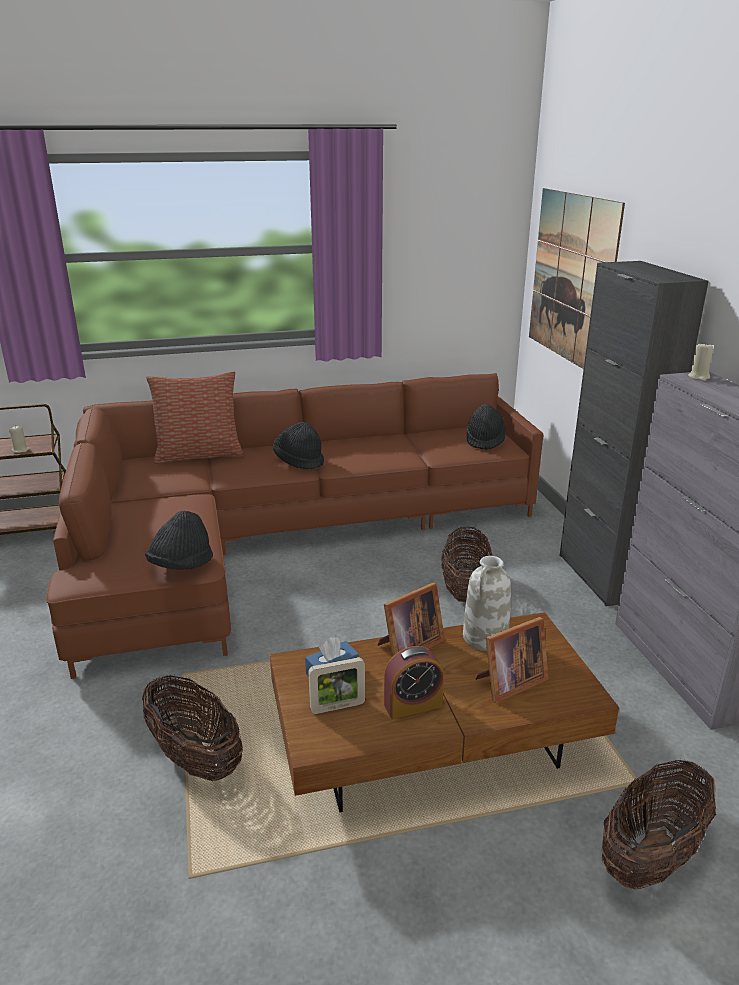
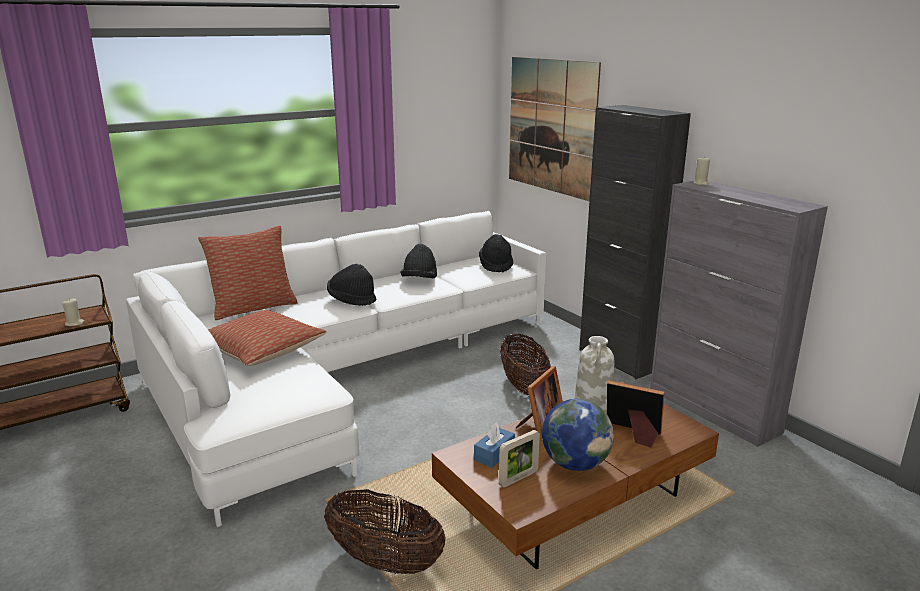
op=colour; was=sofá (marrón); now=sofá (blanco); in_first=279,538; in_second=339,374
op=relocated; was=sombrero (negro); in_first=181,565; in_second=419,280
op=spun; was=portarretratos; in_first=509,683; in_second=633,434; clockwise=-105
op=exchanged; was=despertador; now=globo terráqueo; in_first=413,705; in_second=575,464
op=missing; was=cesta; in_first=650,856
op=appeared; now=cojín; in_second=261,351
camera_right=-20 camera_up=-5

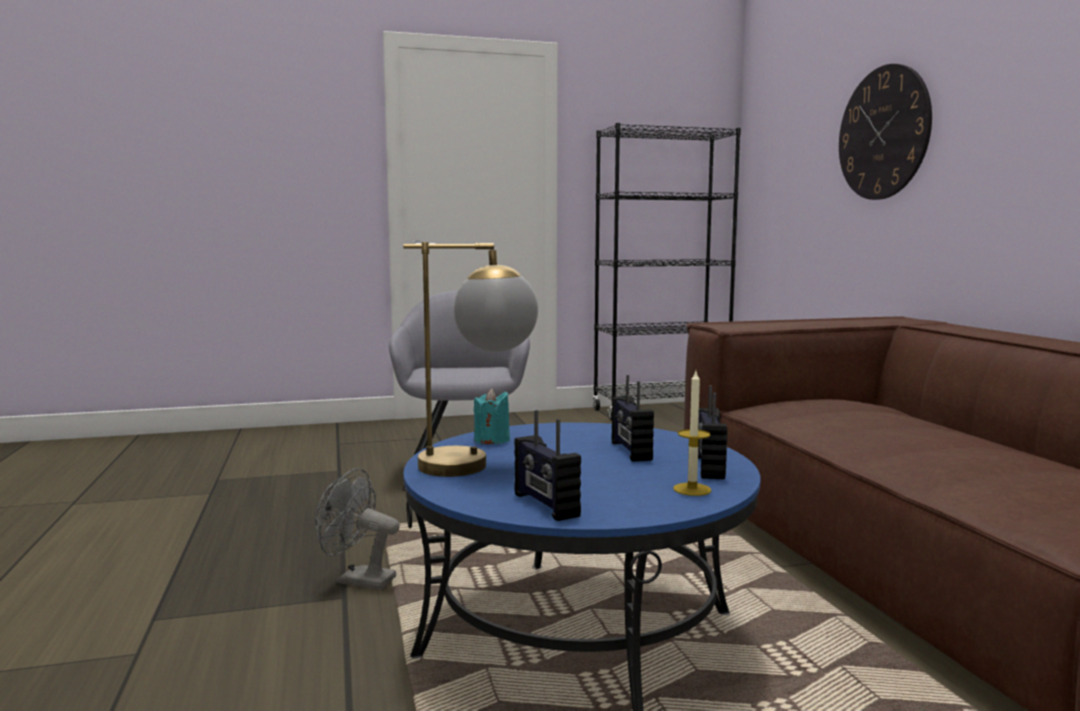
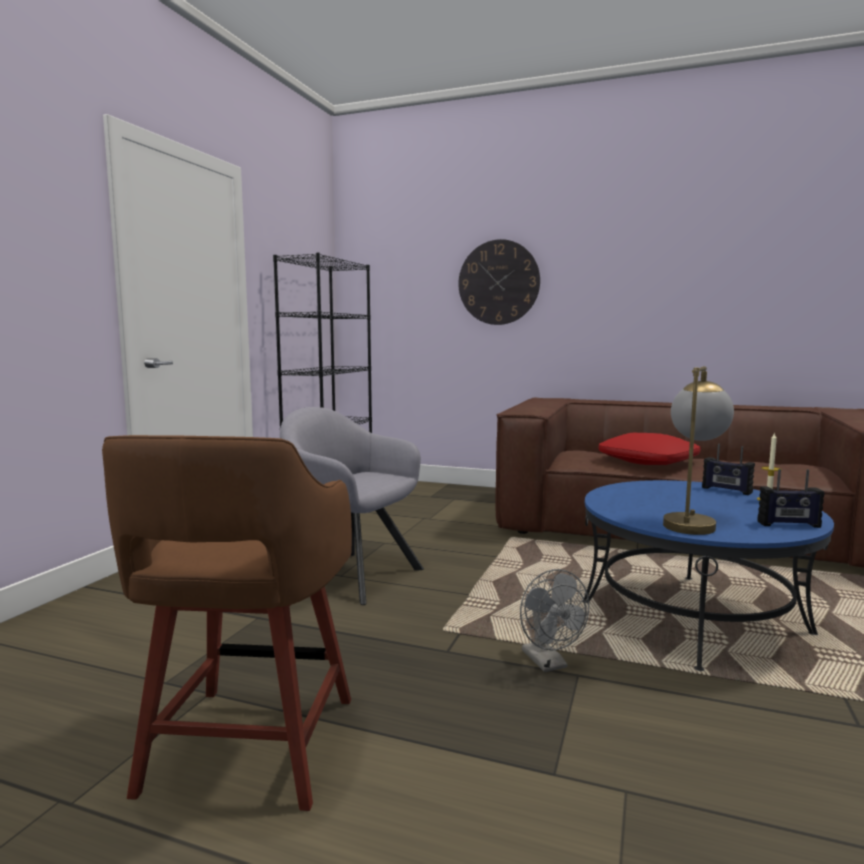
op=missing; was=radio; in_first=630,451
op=missing; was=vela (turquesa); in_first=492,440
op=spun; was=ventilador (gris); in_first=357,580; in_second=549,663; clockwise=-75
op=appeared; now=cojín (rojo); in_second=648,461
op=appeared; now=taburete (marrón); in_second=247,749
camera_right=-55 camera_up=0

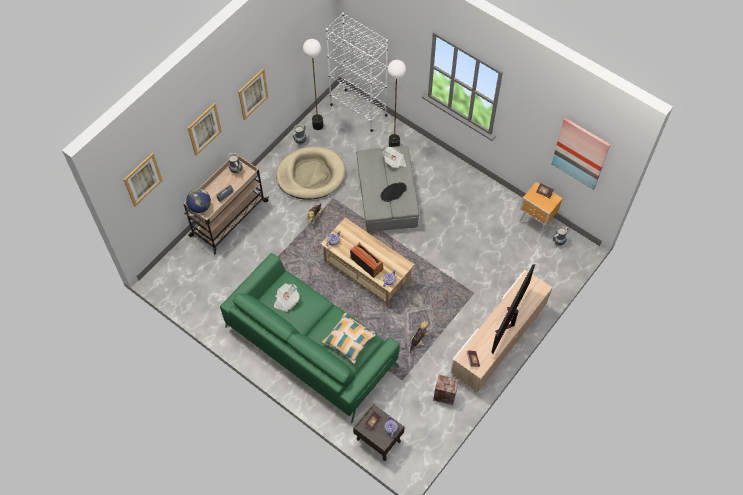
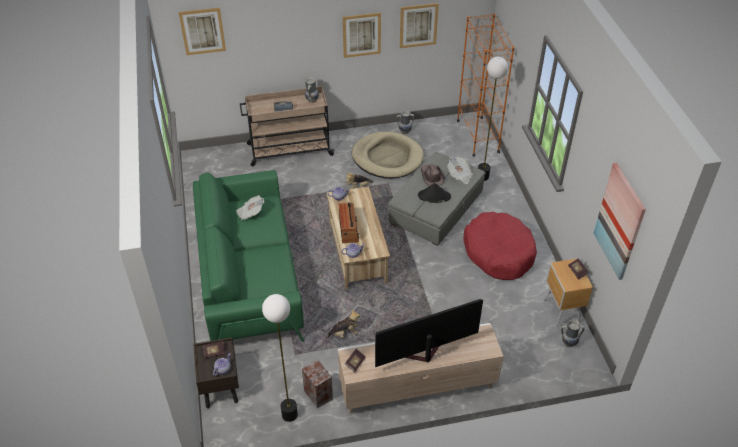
op=colour; was=estantería (blanco); now=estantería (naranja); in_first=358,110; in_second=477,136
op=relocated; was=lámpara de pie; in_first=318,125; in_second=289,415
op=relocated; was=cuadro; in_first=204,129; in_second=418,25
op=missing; was=globo terráqueo; in_first=200,207
op=missing; was=cojín; in_first=349,340
op=appeared; now=sombrero (marrón); in_second=431,176
op=appeared; now=cama para perro (rojo); in_second=498,252
camera_right=40 camera_up=-15

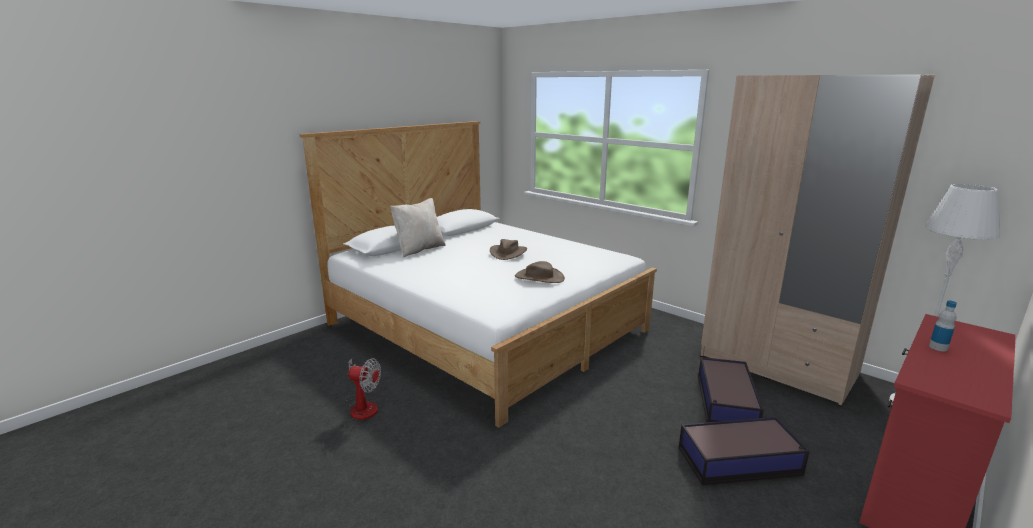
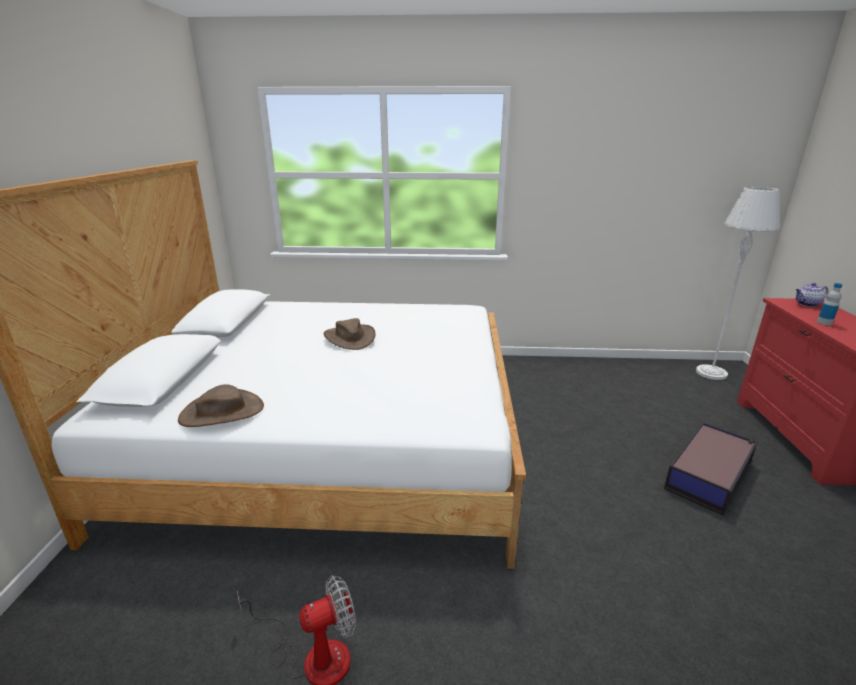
op=missing; was=armario ropero (beis); in_first=777,365
op=missing; was=cojín (beis); in_first=419,249
op=relocated; was=sombrero (marrón); in_first=539,277; in_second=222,412
op=missing; was=caja de almacenaje; in_first=725,402
op=appeared; now=tetera; in_second=807,304
camera_right=-40 camera_up=5

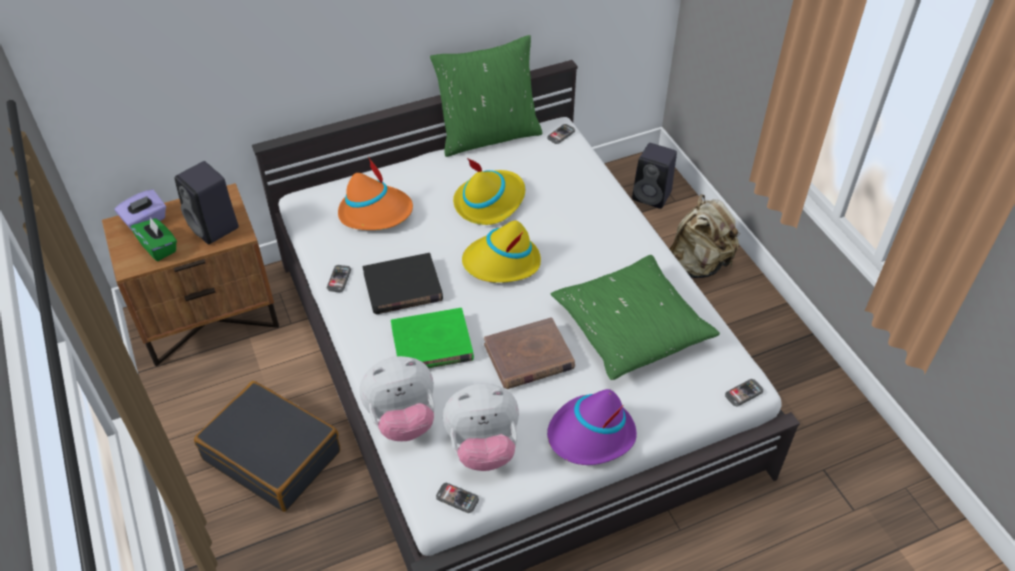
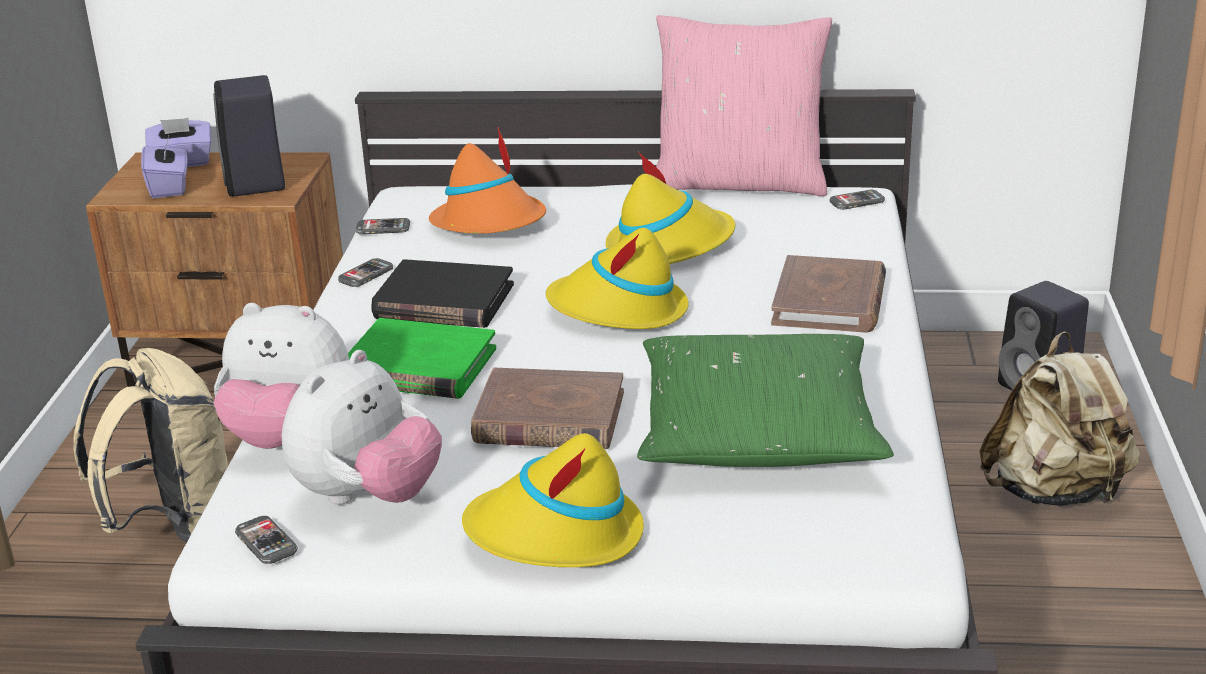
op=colour; was=cojín (verde); now=cojín (rosa); in_first=488,135; in_second=740,182
op=colour; was=caja de pañuelos (verde); now=caja de pañuelos (morado); in_first=159,247; in_second=169,187
op=relocated; was=móvil; in_first=743,393; in_second=383,228
op=exchanged; was=maleta (negro); now=mochila (beis); in_first=273,455; in_second=174,526
op=spun; was=peluche; in_first=483,447; in_second=368,496; clockwise=-75
op=colour; was=sombrero (morado); now=sombrero (amarillo); in_first=591,435; in_second=555,535
op=appeared; now=libro (marrón); in_second=829,301
camera_right=30 camera_up=-20

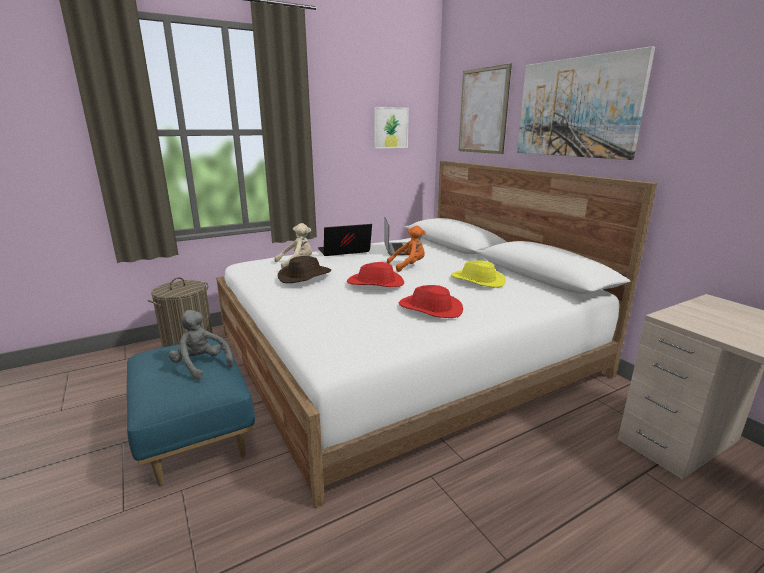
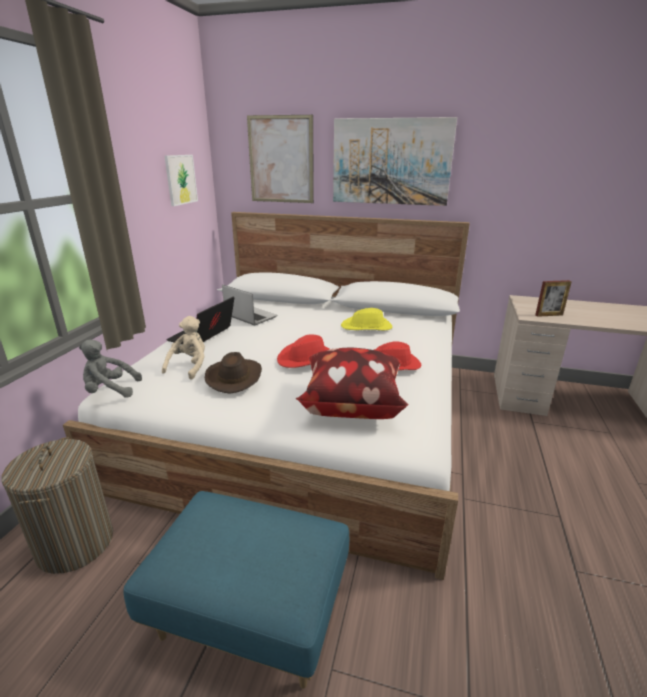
op=missing; was=peluche (naranja); in_first=408,266
op=relocated; was=peluche (gris); in_first=201,366; in_second=110,391
op=appeared; now=portarretratos; in_second=549,315
op=appeared; now=cojín; in_second=351,405
camera_right=-45 camera_up=5

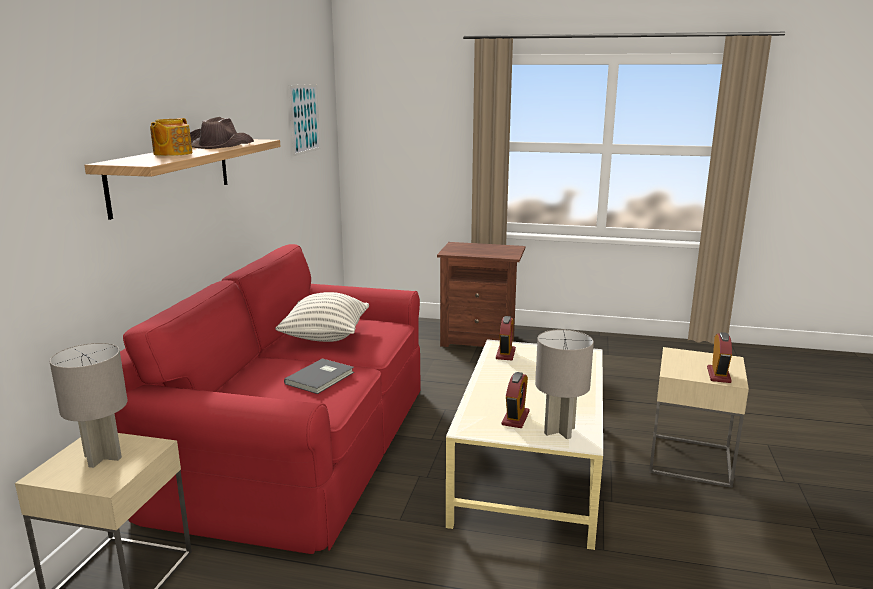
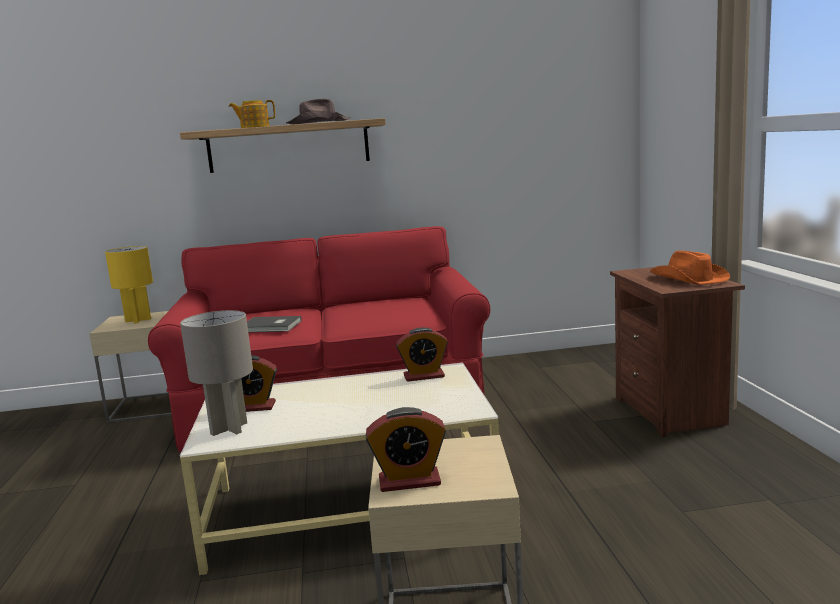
op=missing; was=cuadro; in_first=304,119
op=missing; was=cojín; in_first=325,337
op=colour; was=lámpara de mesa (gris); now=lámpara de mesa (amarillo); in_first=104,457; in_second=138,320
op=appeared; now=sombrero (naranja); in_second=688,279
camera_right=70 camera_up=-5

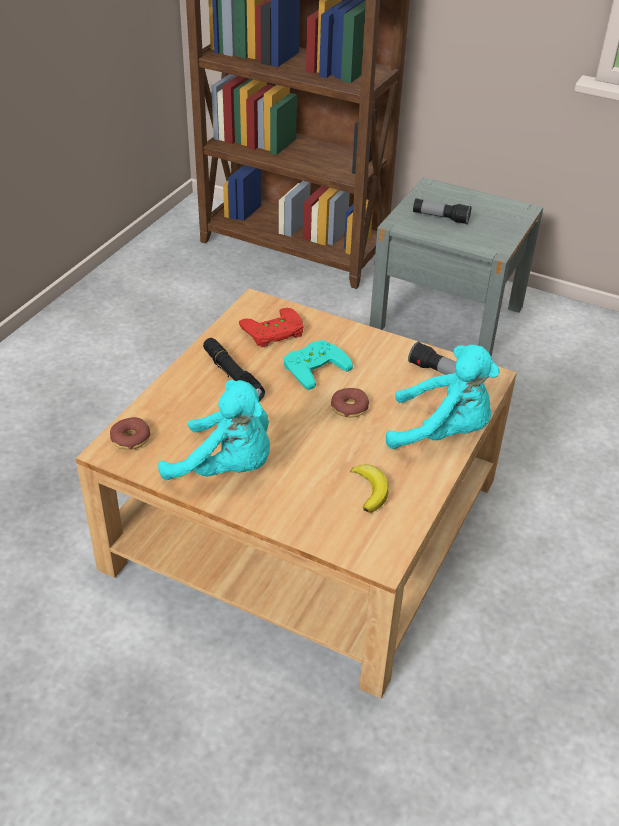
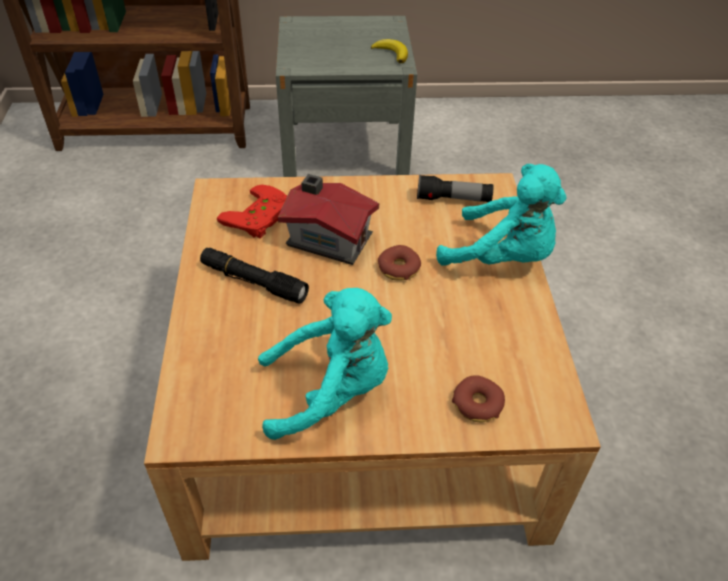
op=missing; was=linterna; in_first=440,218
op=exchanged; was=mando de consola (turquesa); now=casita; in_first=313,366; in_second=328,238
op=spun; was=peluche (turquesa); in_first=442,432; in_second=502,257; clockwise=45
op=relocated; was=rosquilla; in_first=131,439; in_second=477,404
op=relocated; was=plátano; in_first=370,490; in_second=391,53
camera_right=-30 camera_up=5

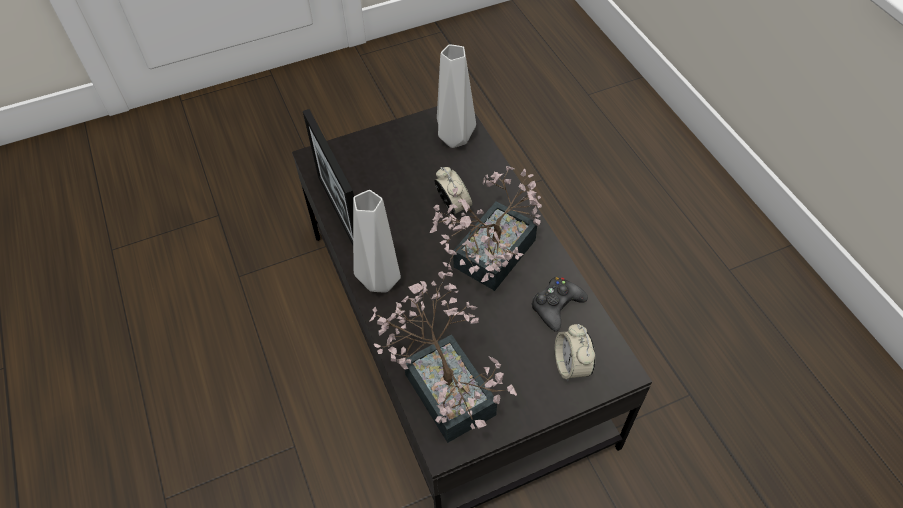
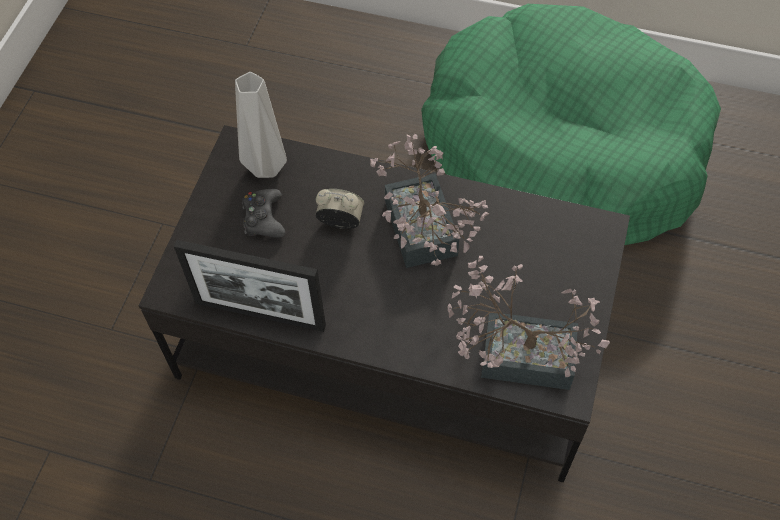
op=missing; was=florero (gris); in_first=381,280
op=relocated; was=mando de consola (negro); in_first=556,306; in_second=263,218
op=missing; was=despertador; in_first=571,365
op=appeared; now=cama para perro (verde); in_second=562,147
camera_right=-50 camera_up=5

